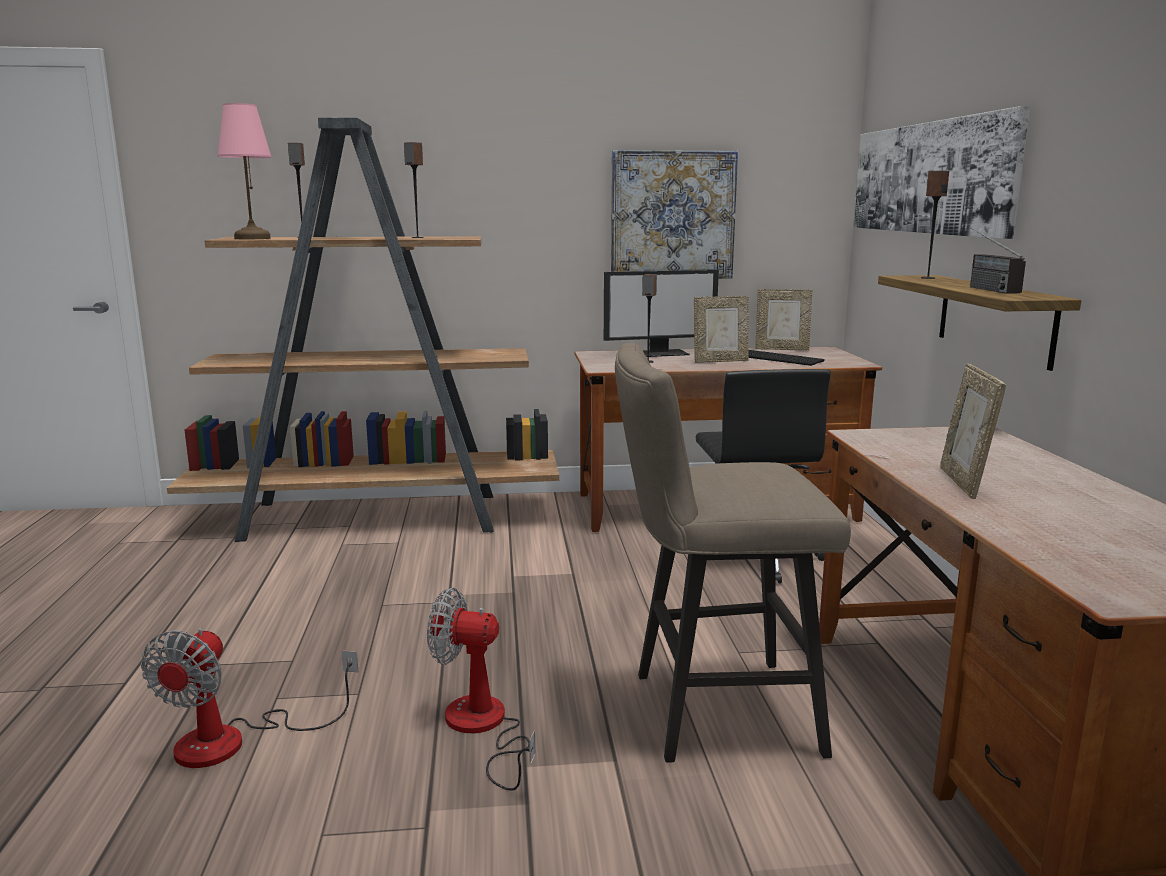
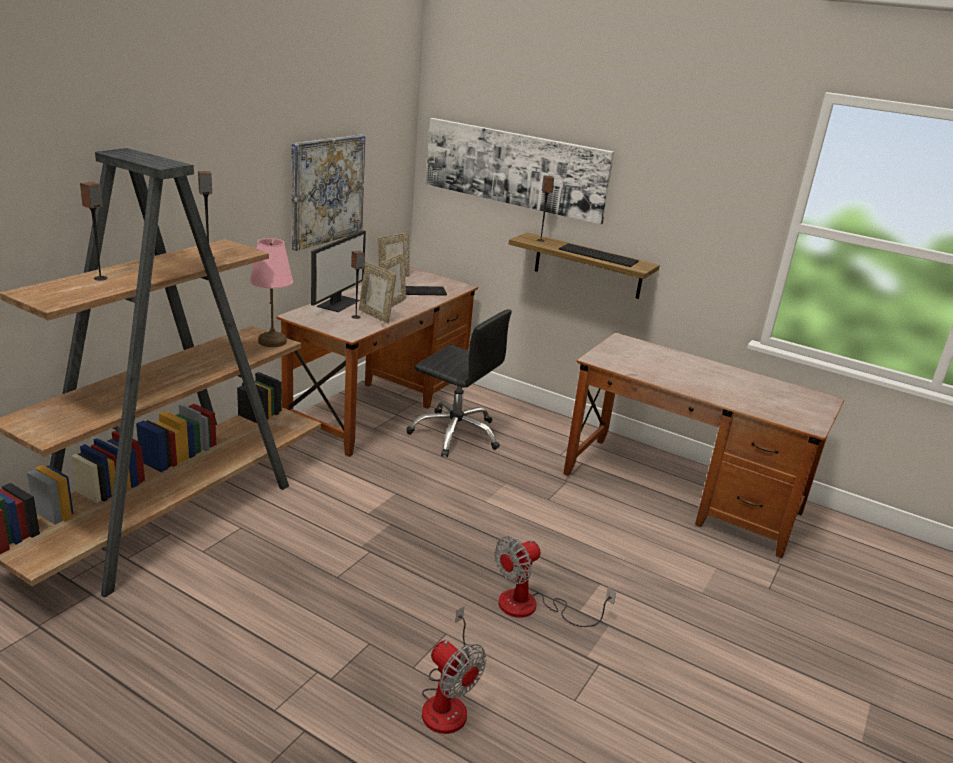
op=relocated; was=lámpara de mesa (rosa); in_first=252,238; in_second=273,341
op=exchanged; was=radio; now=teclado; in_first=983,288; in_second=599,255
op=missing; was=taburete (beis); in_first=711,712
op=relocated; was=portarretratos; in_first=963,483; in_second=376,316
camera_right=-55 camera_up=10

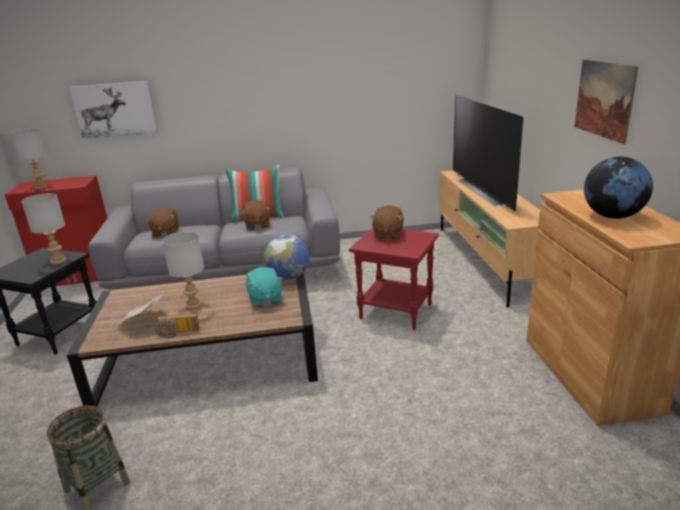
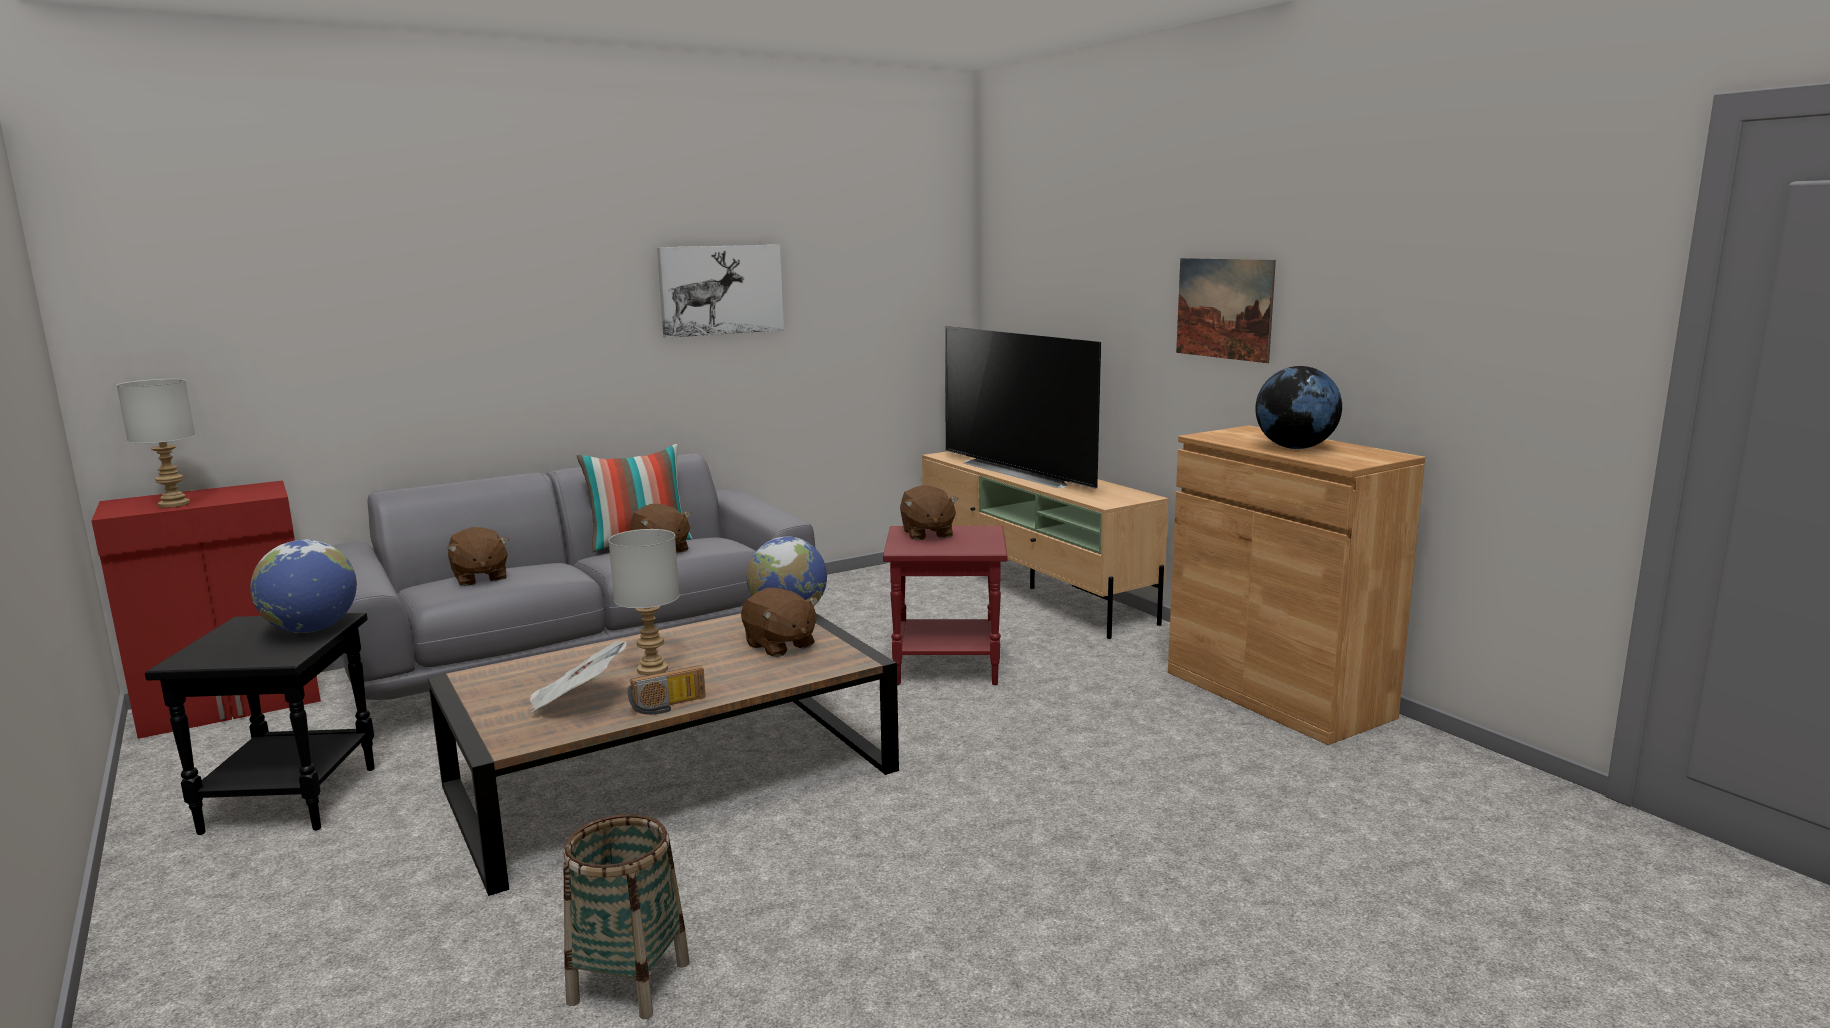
op=relocated; was=cuadro; in_first=115,109; in_second=720,290
op=exchanged; was=lámpara de mesa (gris); now=globo terráqueo; in_first=58,261; in_second=311,630
op=colour; was=peluche (turquesa); now=peluche (marrón); in_first=265,300; in_second=779,646
camera_right=-25 camera_up=-10

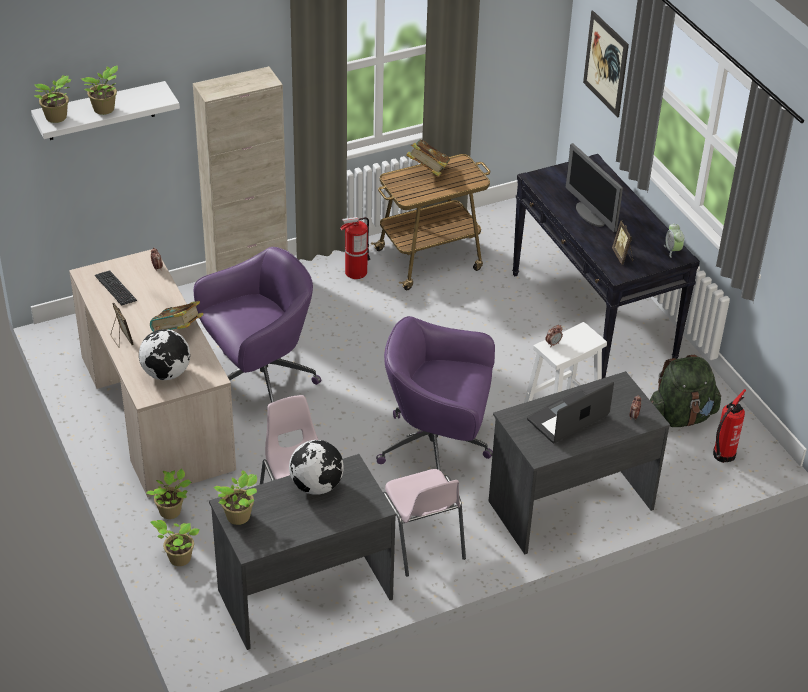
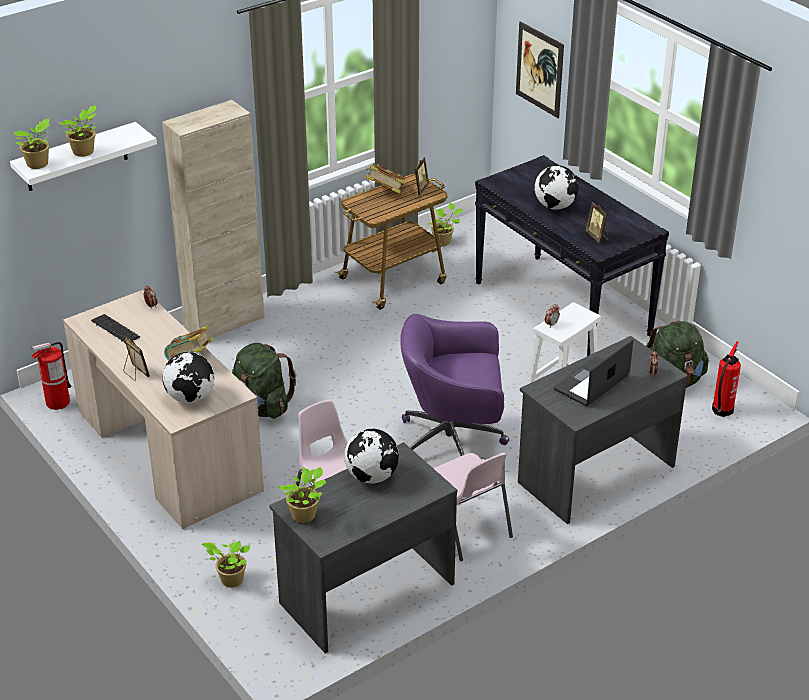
op=exchanged; was=monitor; now=globo terráqueo; in_first=590,215; in_second=555,206
op=relocated; was=extintor; in_first=355,272; in_second=57,402
op=missing; was=despertador; in_first=672,250
op=exchanged; was=silla de oficina (morado); now=mochila (verde); in_first=259,379; in_second=262,406
op=relocated; was=planta en maceta; in_first=172,512; in_second=443,242
op=appeared; now=portarretratos; in_second=418,190
camera_right=-10 camera_up=-5

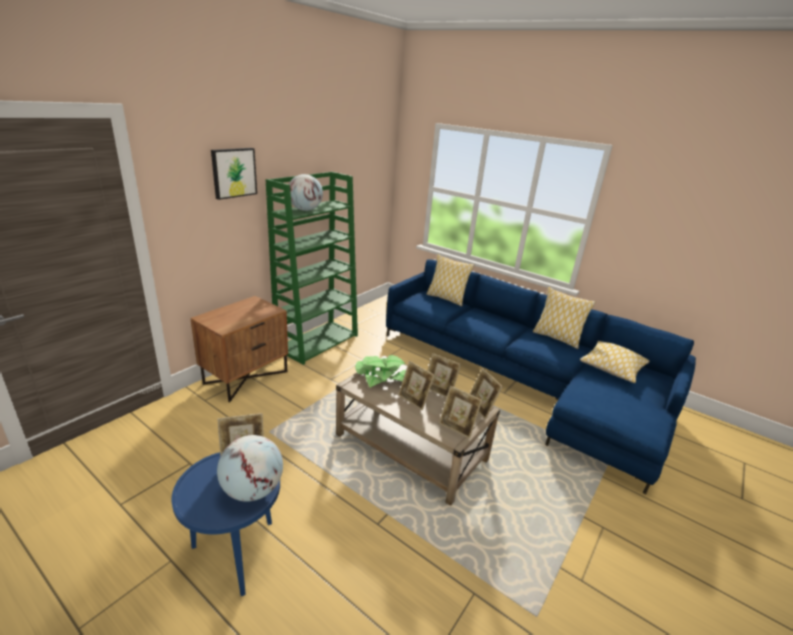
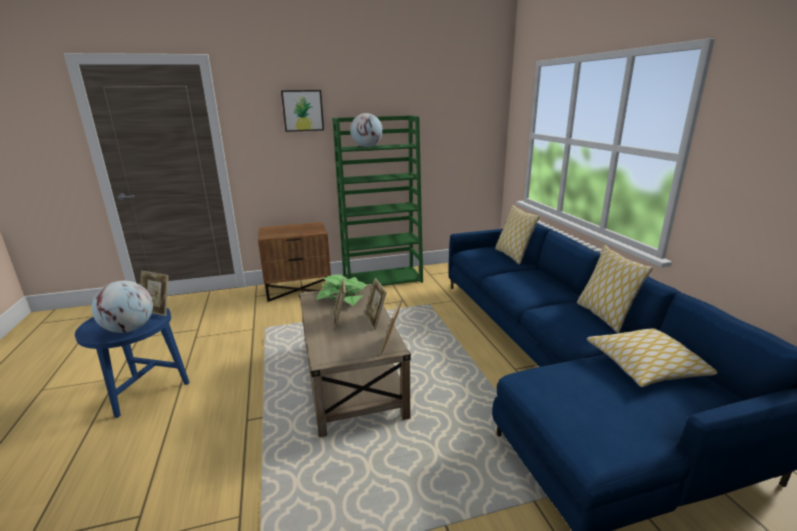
op=missing; was=portarretratos; in_first=457,427
camera_right=40 camera_up=-5

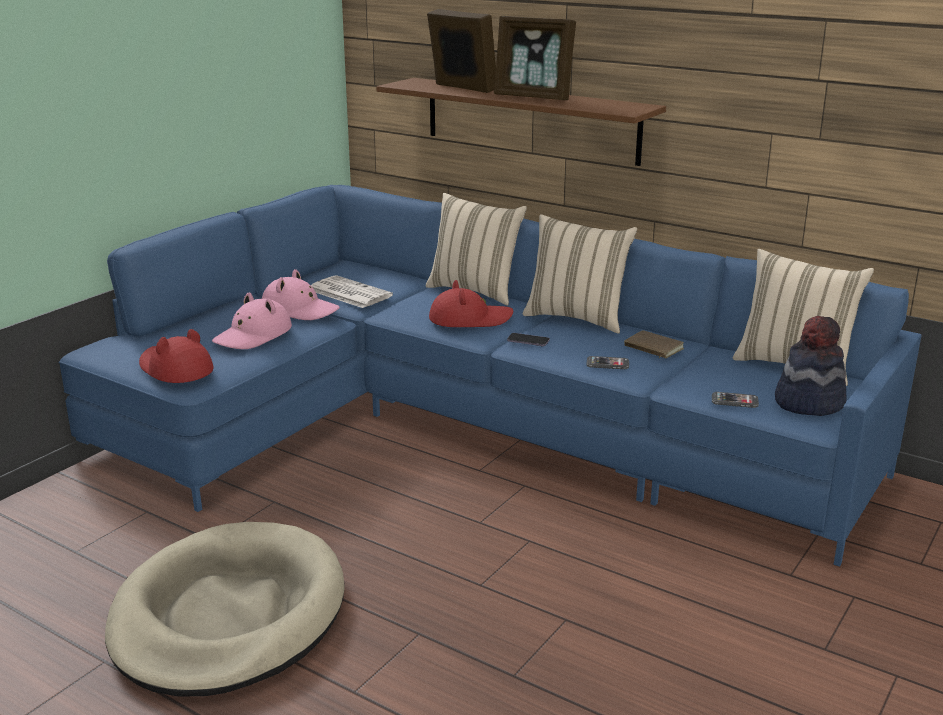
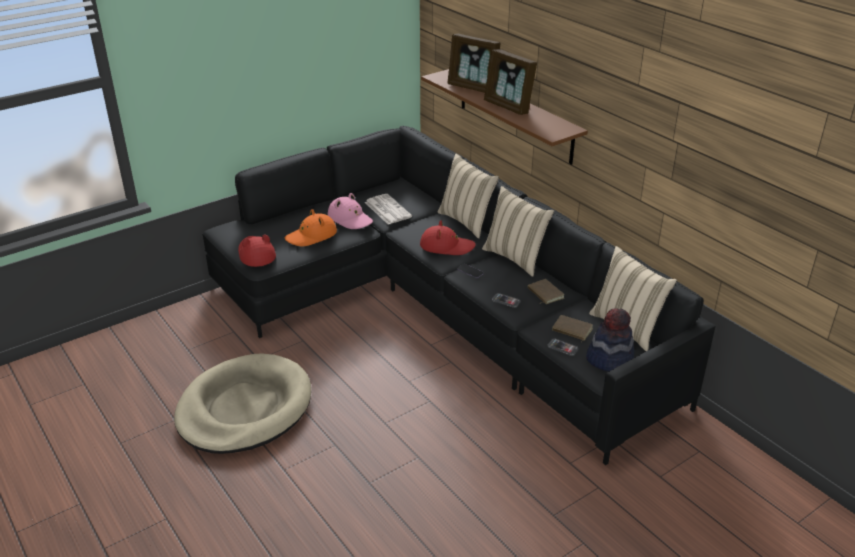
op=spun; was=portarretratos; in_first=462,88; in_second=472,87; clockwise=150
op=colour; was=sofá (azul); now=sofá (negro); in_first=456,426; in_second=436,308
op=colour; was=sombrero (rosa); now=sombrero (naranja); in_first=253,336; in_second=311,236
op=appeared; now=libro (marrón); in_second=571,330
camera_right=20 camera_up=10

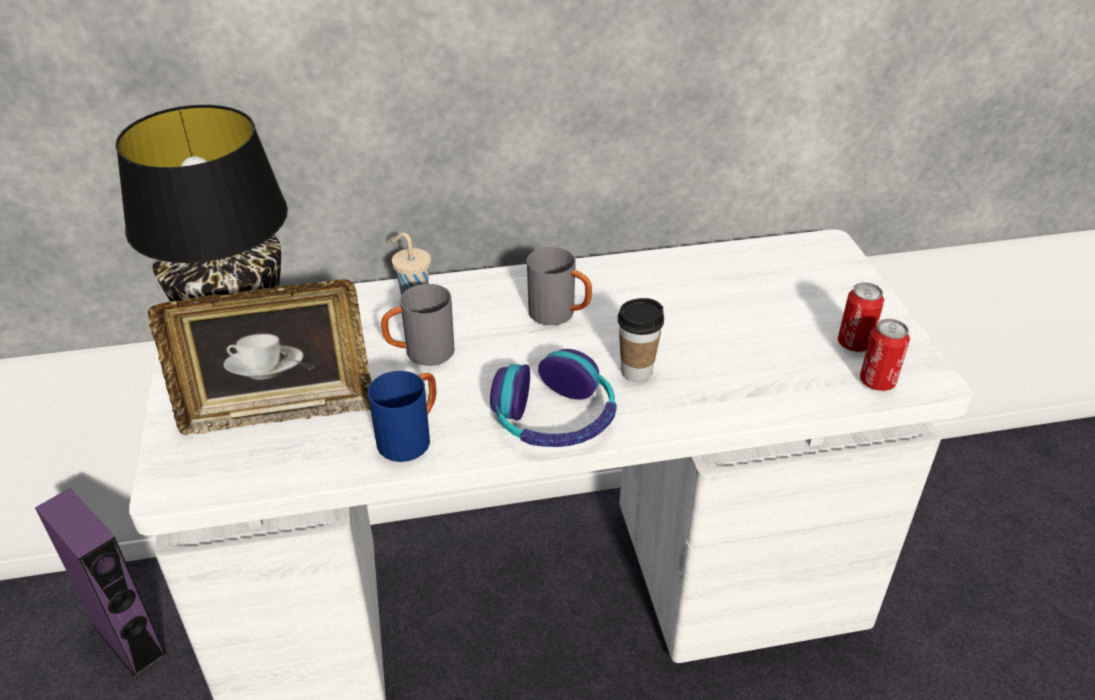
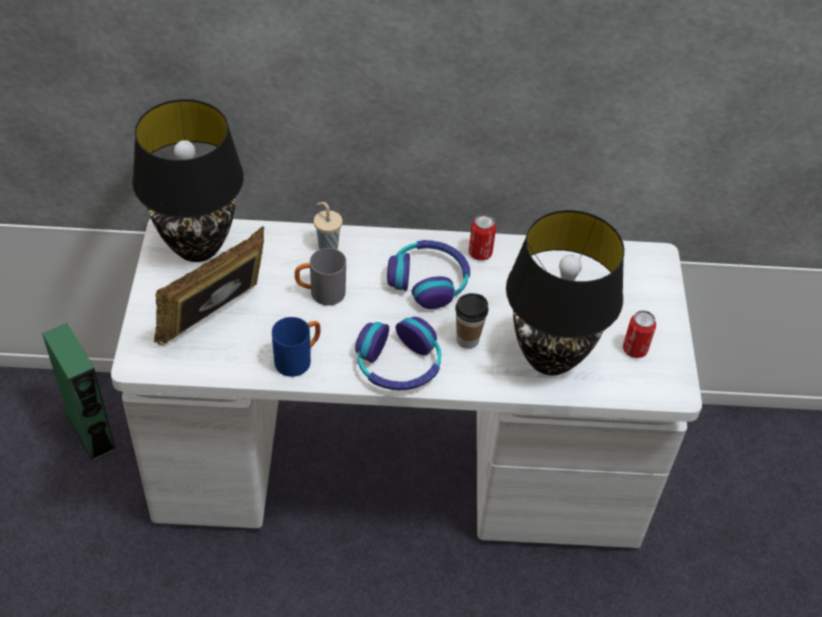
op=exchanged; was=taza grande (gris); now=auriculares; in_first=560,315; in_second=428,280
op=spun; was=portarretratos; in_first=279,410; in_second=215,319; clockwise=135
op=relocated; was=lata; in_first=877,381; in_second=480,253
op=colour; was=altavoz (morado); now=altavoz (verde); in_first=129,639; in_second=91,432
op=appeared; now=lámpara de mesa (negro); in_second=549,357
camera_right=10 camera_up=10

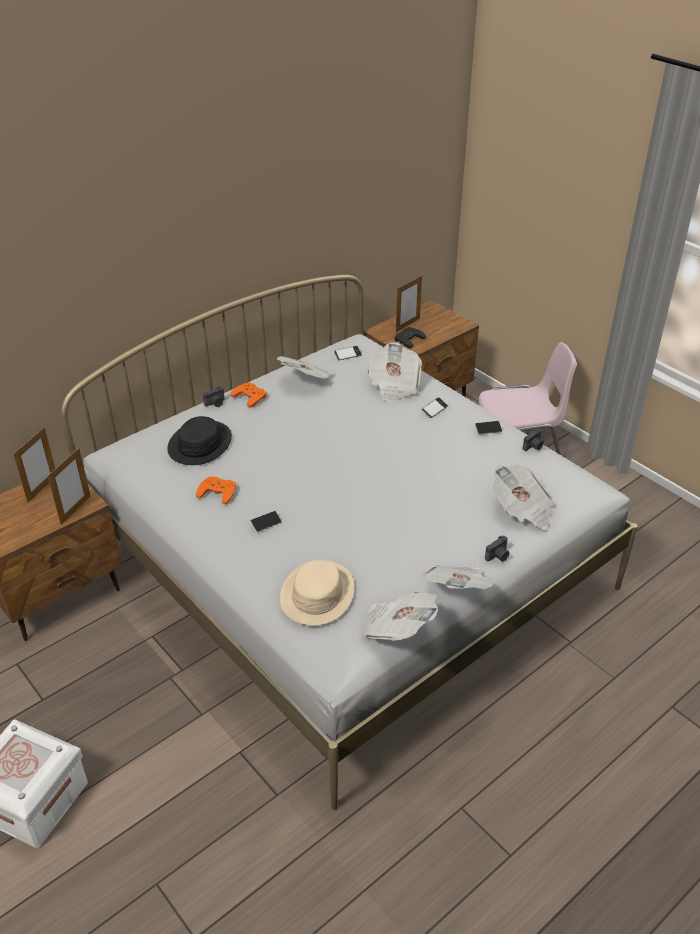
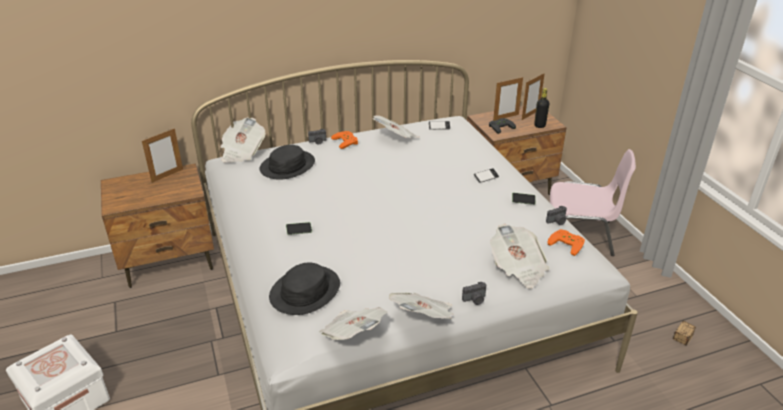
op=relocated; was=periódico; in_first=394,385; in_second=242,152
op=relocated; was=portarretratos; in_first=75,510; in_second=530,115
op=relocated; was=mando de consola (naranja); in_first=219,491; in_second=567,243
op=colour; was=sombrero (beis); now=sombrero (negro); in_first=317,594; in_second=305,291
op=appeared; now=botella (negro); in_second=539,125
op=appeared; now=caja de almacenaje; in_second=677,345
camera_right=20 camera_up=-5

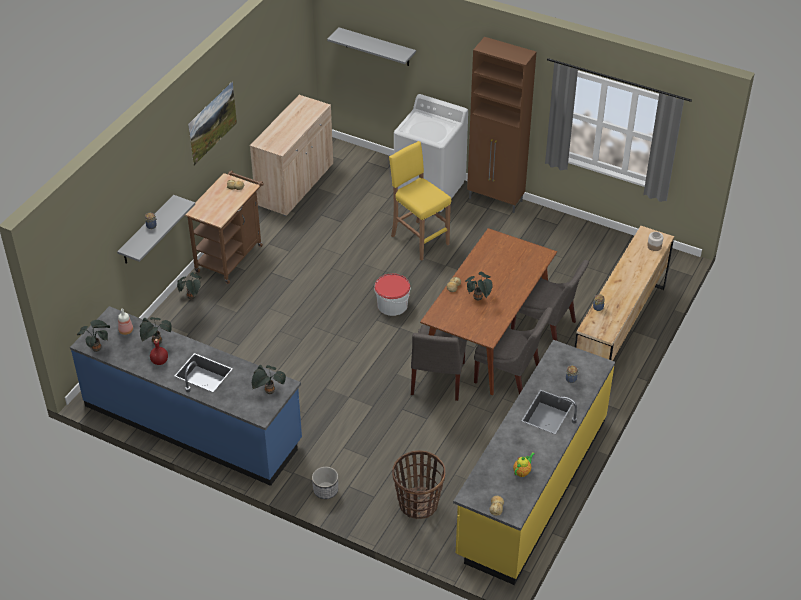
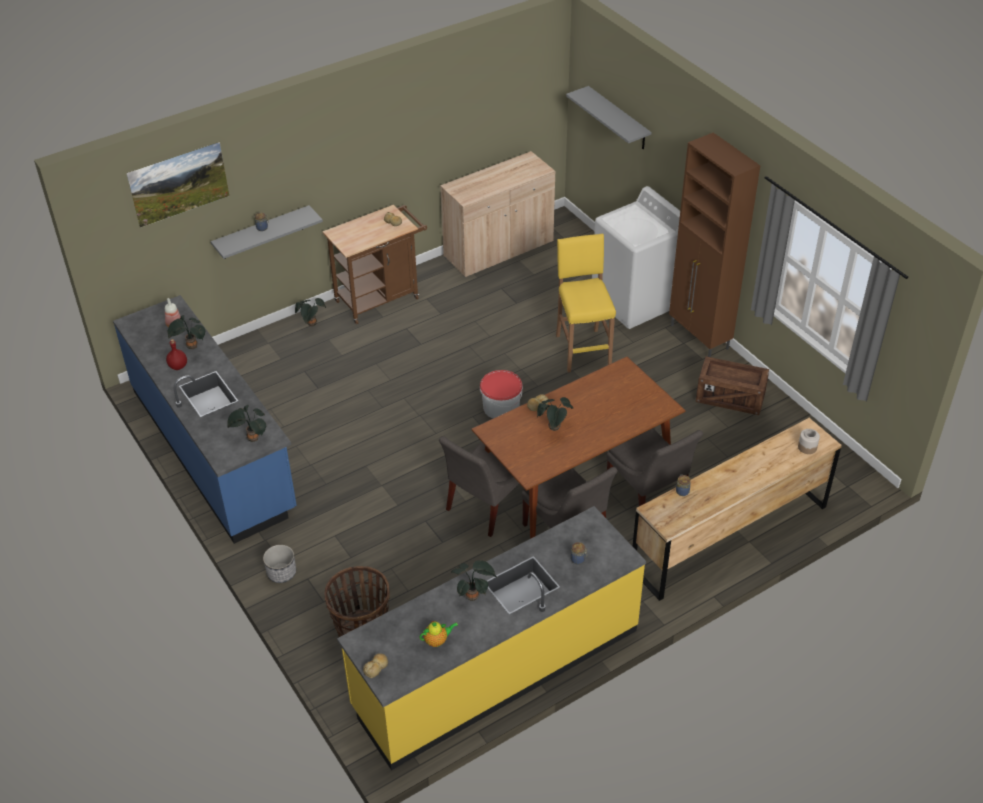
op=relocated; was=cuadro; in_first=214,133; in_second=182,198
op=relocated; was=planta en maceta; in_first=97,348; in_second=473,596
op=appeared; now=caja de embalaje; in_second=730,398
camera_right=30 camera_up=0

